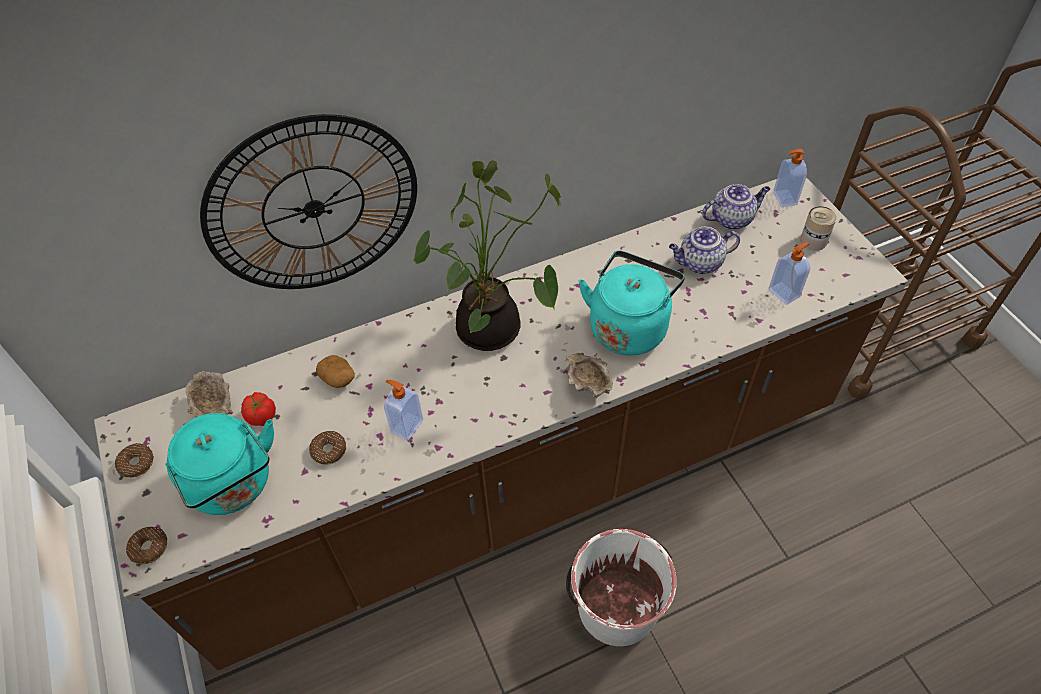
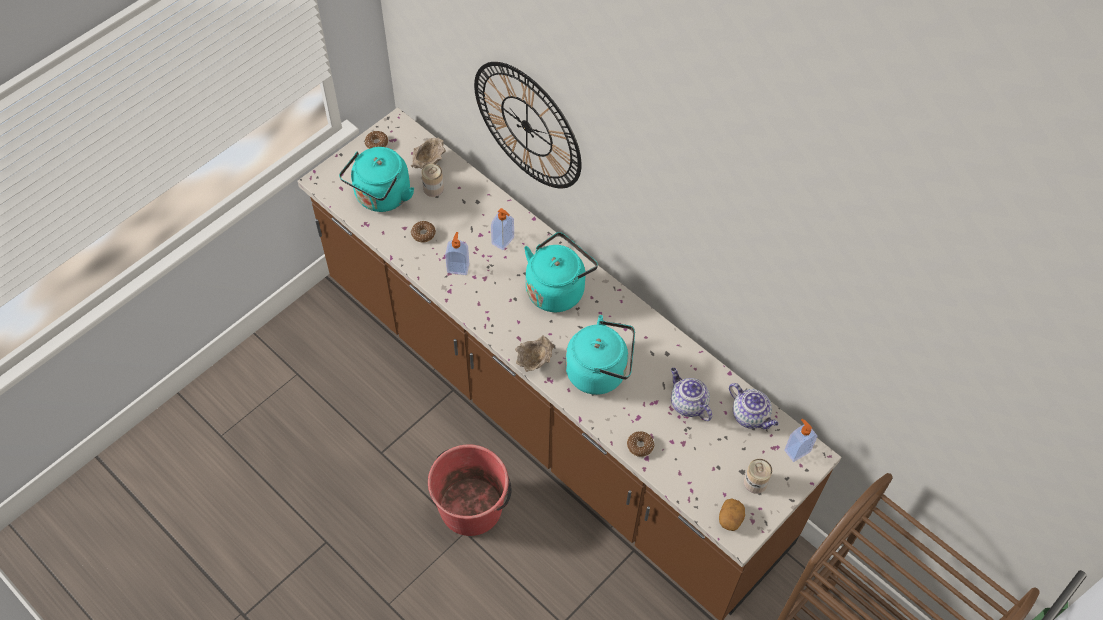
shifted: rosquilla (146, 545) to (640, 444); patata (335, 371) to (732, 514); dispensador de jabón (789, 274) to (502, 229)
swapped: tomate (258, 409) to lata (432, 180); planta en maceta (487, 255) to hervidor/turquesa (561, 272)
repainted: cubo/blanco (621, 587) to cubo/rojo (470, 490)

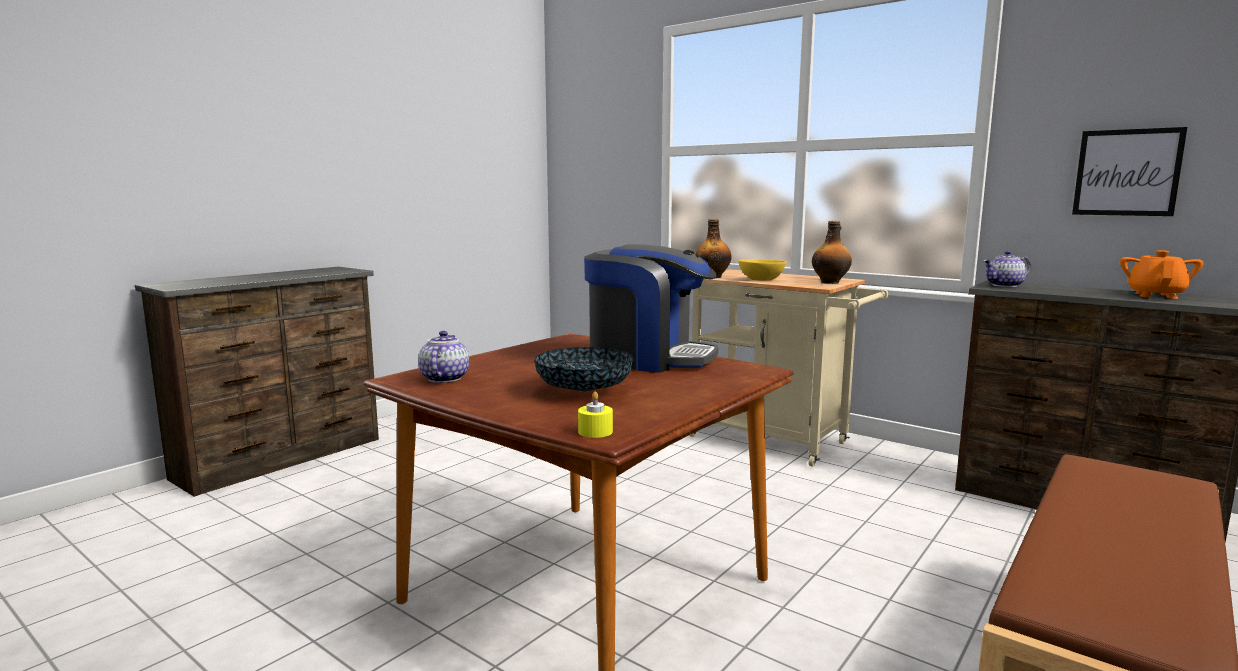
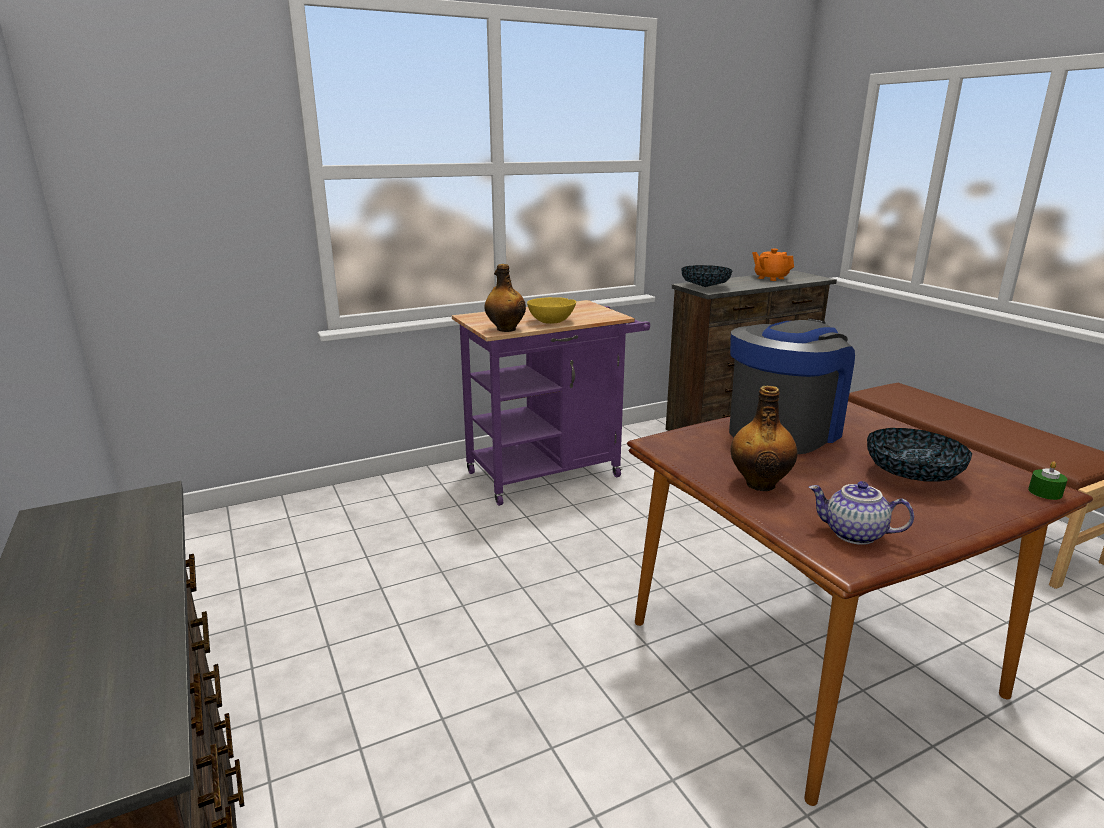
gone: cuadro (1129, 171)
shifted: botella (832, 252) to (764, 438)
swapped: tetera (1007, 269) to cuenco (706, 276)
repainted: vela/amarillo (595, 415) to vela/verde (1048, 480); carrito/beis (788, 368) to carrito/morado (551, 403)

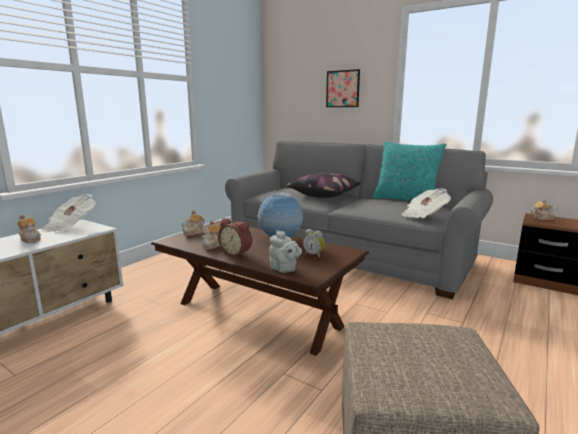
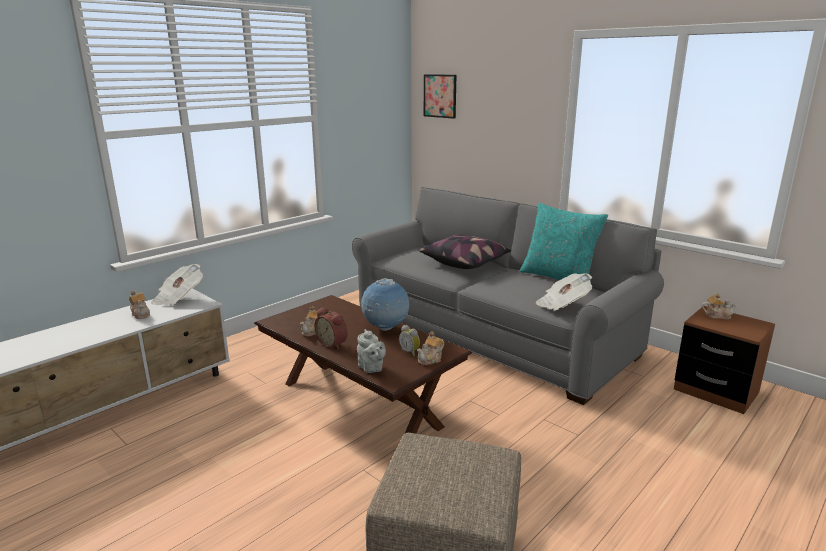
shifted: tetera (193, 223) to (430, 348); cuadro (343, 88) to (440, 96)

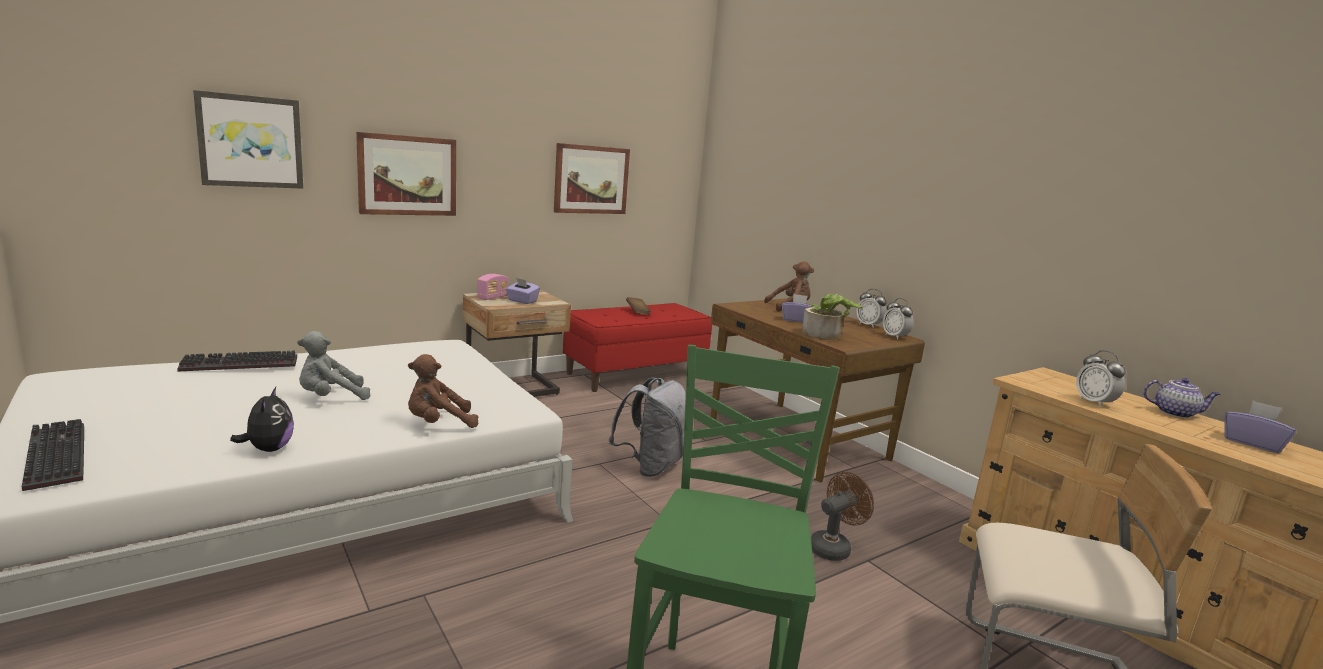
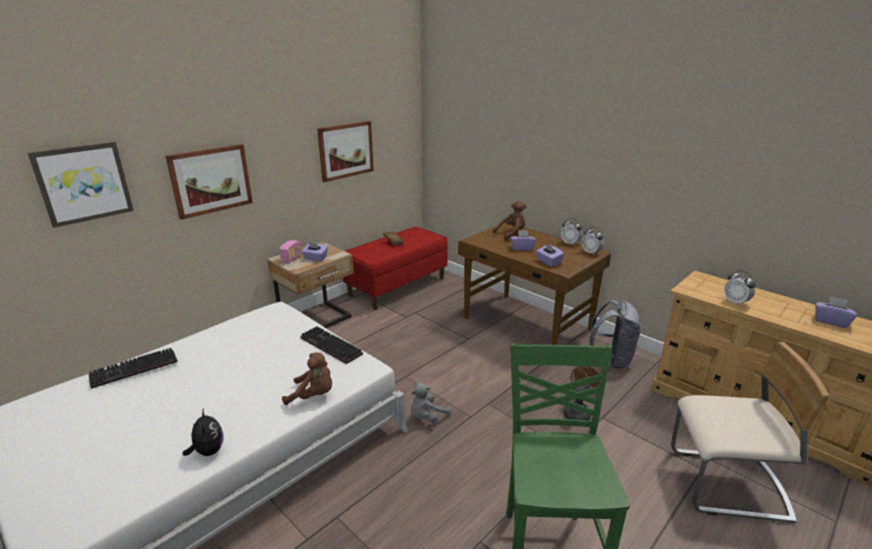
gone: tetera (1182, 398)
shifted: teclado (53, 455) to (332, 345); peluche/gris (333, 365) to (431, 402); mochila/gris (647, 427) to (615, 334)
swapped: planta en maceta (832, 317) to caja de pañuelos/morado (550, 255)
rotated: peluche/marrón (443, 391) = (307, 378) 135 degrees counterclockwise

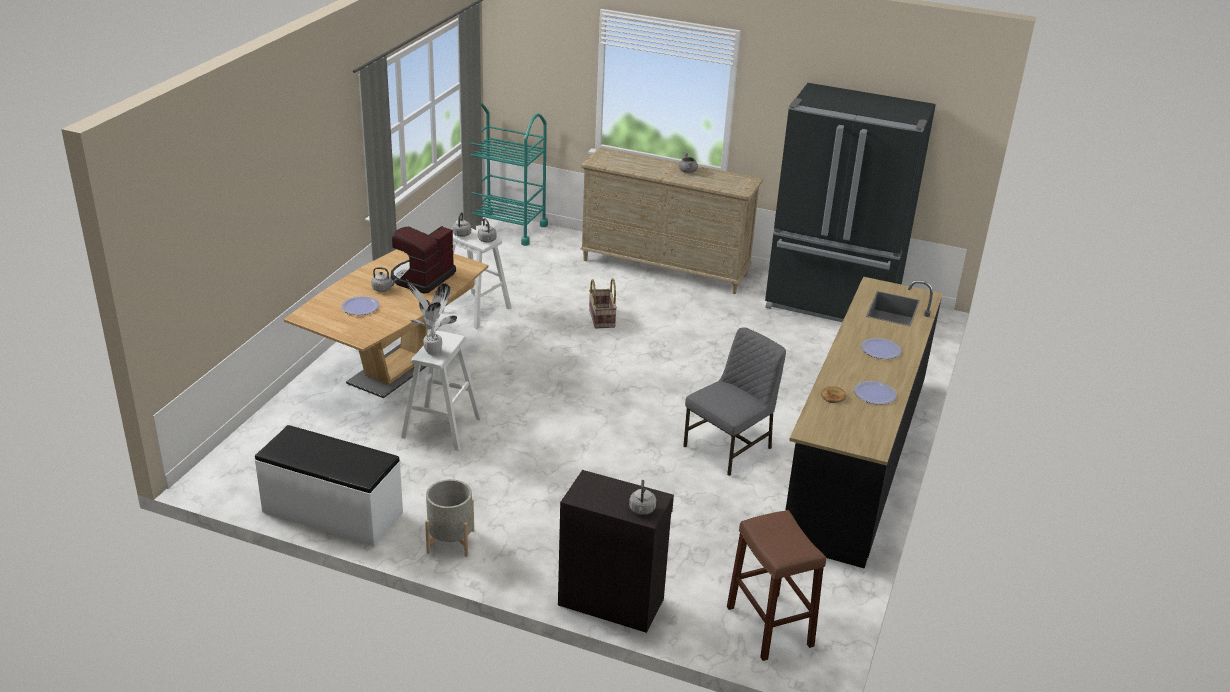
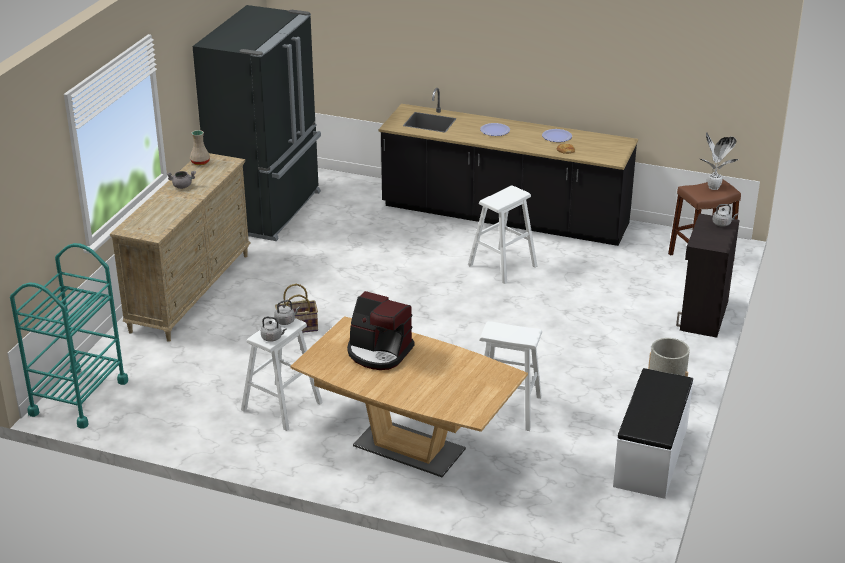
gone: plato (360, 305); hervidor/gris (384, 279)
new: florero/beis (200, 147)
shifted: planta en maceta (431, 317) to (719, 161)
swapped: silla/gris (734, 402) to taburete/blanco (502, 235)

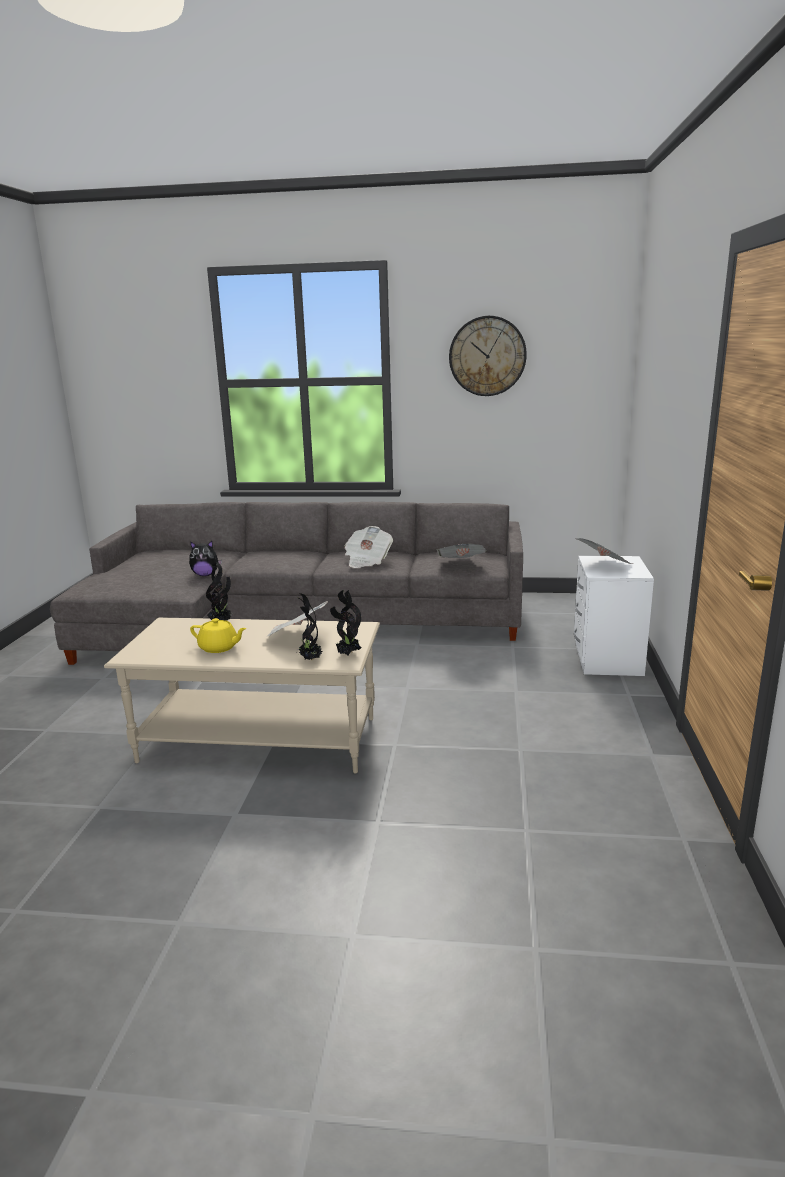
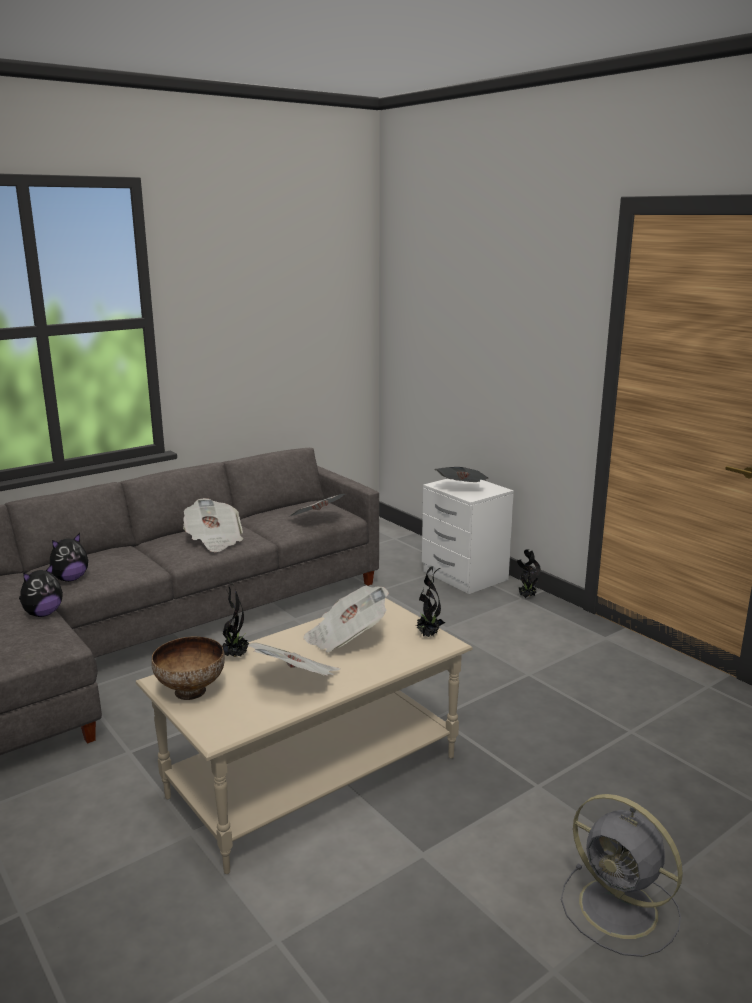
gone: reloj de pared (488, 356)
new: peluche (69, 557); cuenco (188, 668); ventilador/gris (622, 875)
shifted: planta en maceta (309, 626) to (529, 573)
swapped: tetera/amarillo (218, 635) to periódico (294, 659)

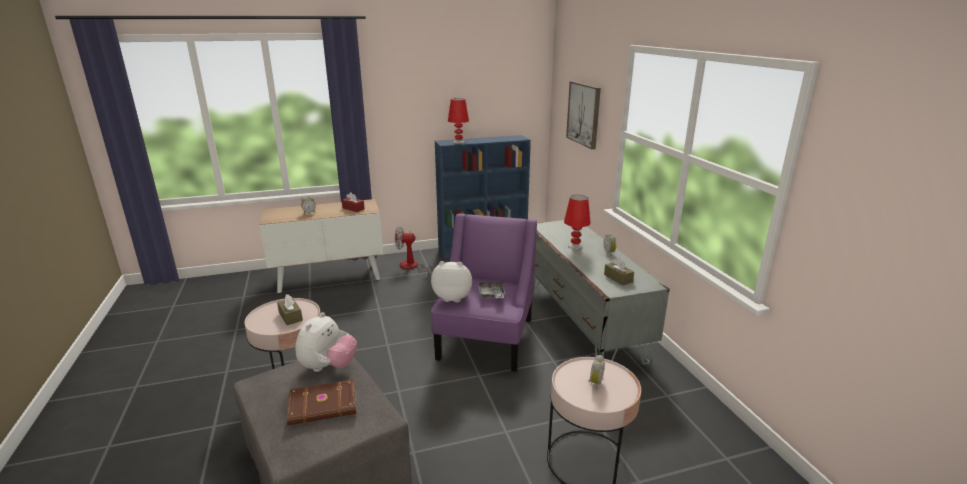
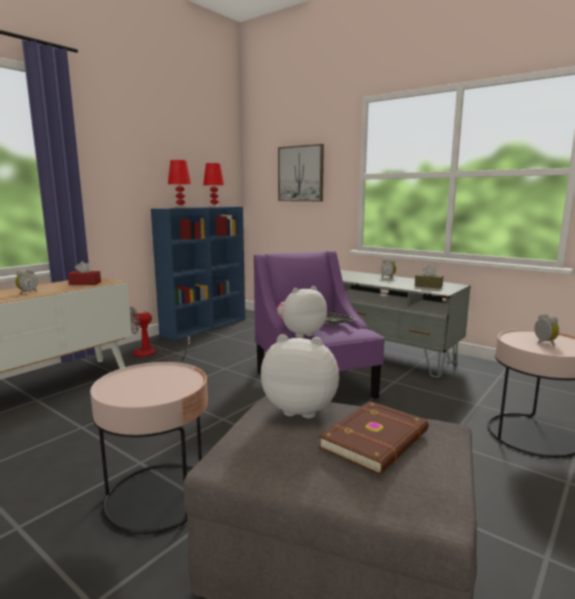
gone: caja de pañuelos/marrón (290, 309)
shifted: lámpara de mesa/rojo (577, 222) to (213, 185)
rotated: peluche (326, 342) = (300, 376) 60 degrees counterclockwise

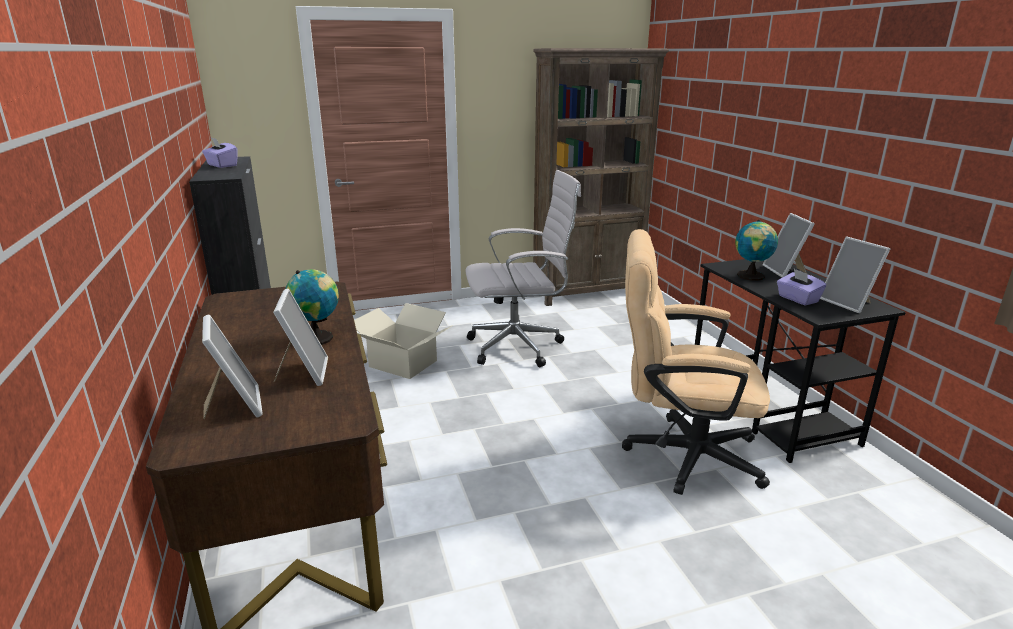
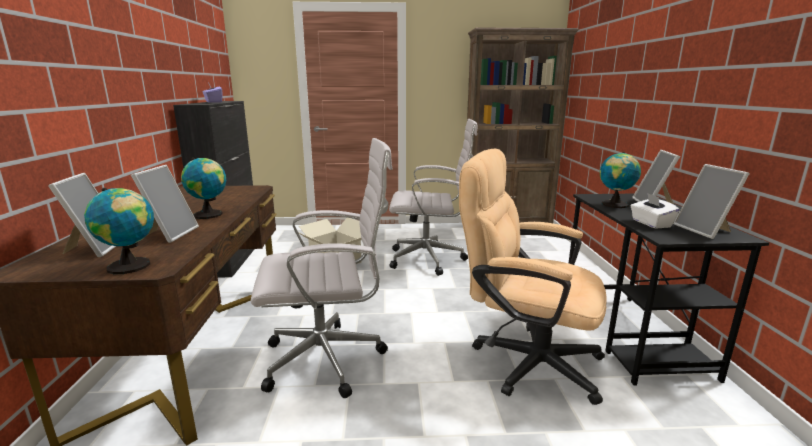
new: globo terráqueo (119, 231); silla de oficina/blanco (321, 268)
repainted: caja de pañuelos/morado (802, 287) to caja de pañuelos/blanco (655, 211)

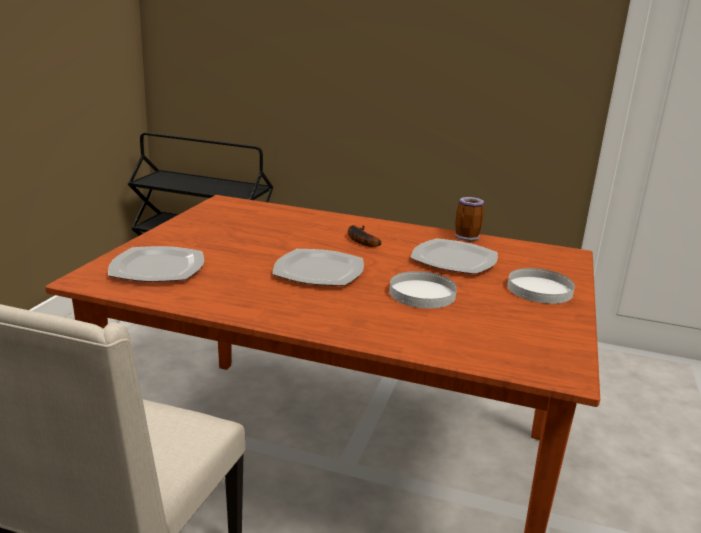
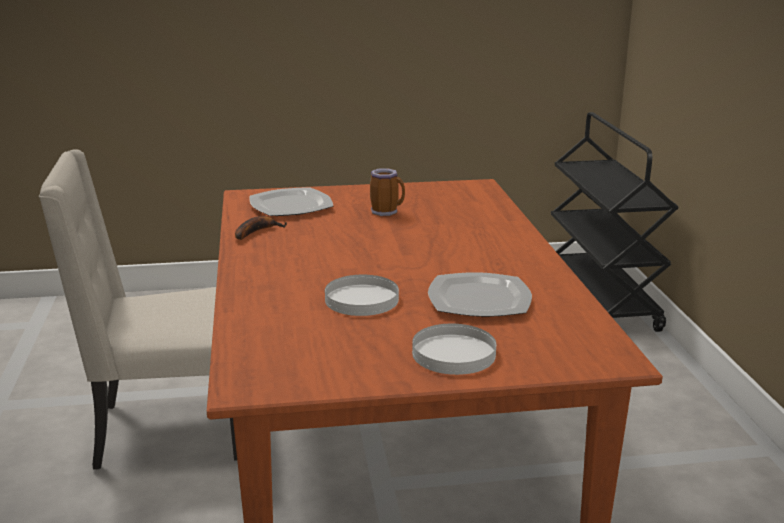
gone: plato (318, 267)
shifted: plátano (365, 236) to (261, 228); taza grande (470, 219) to (387, 192)

